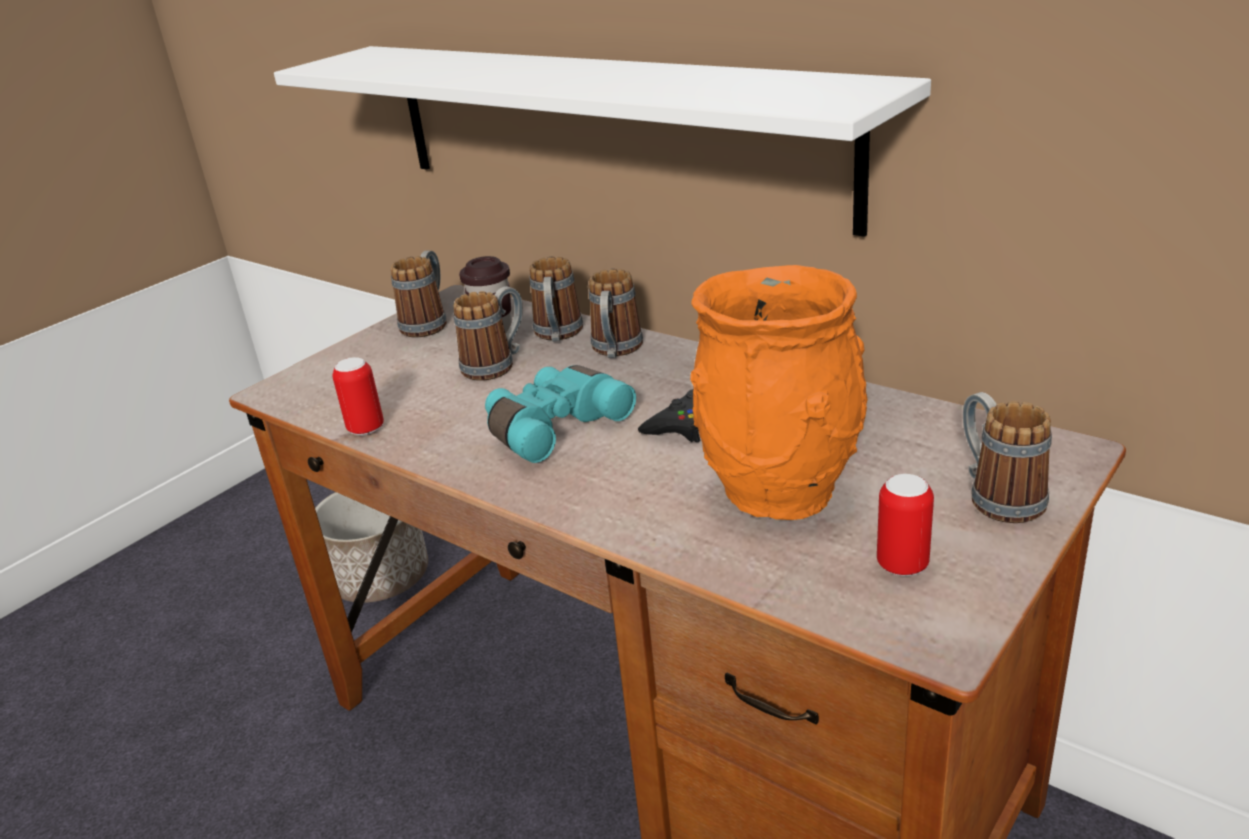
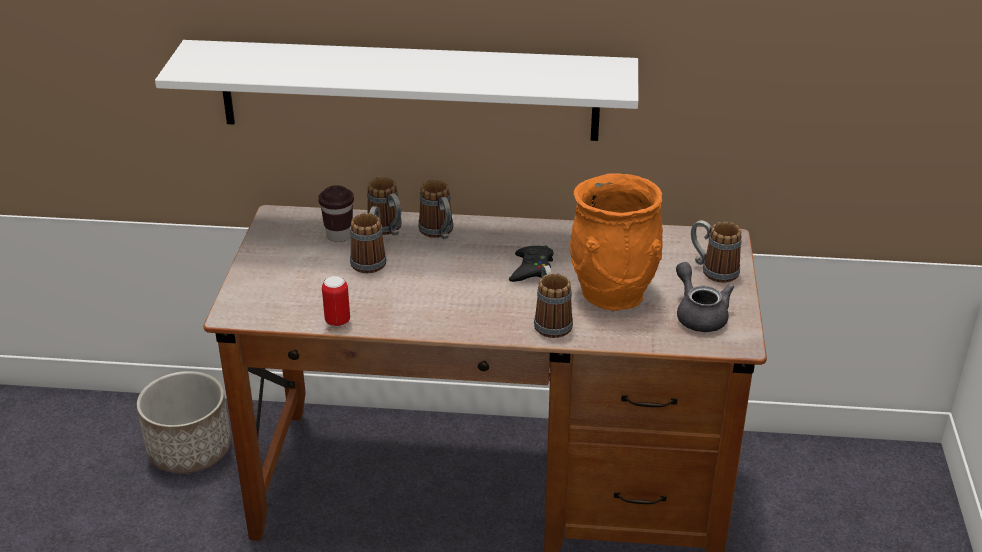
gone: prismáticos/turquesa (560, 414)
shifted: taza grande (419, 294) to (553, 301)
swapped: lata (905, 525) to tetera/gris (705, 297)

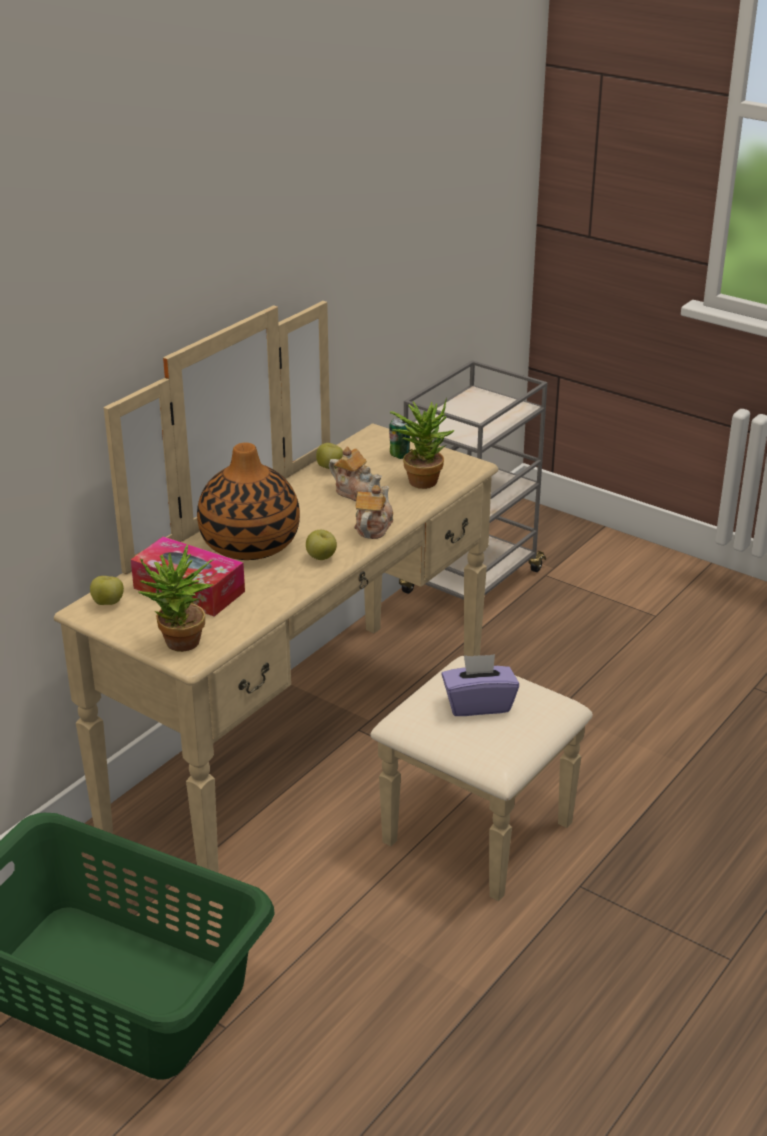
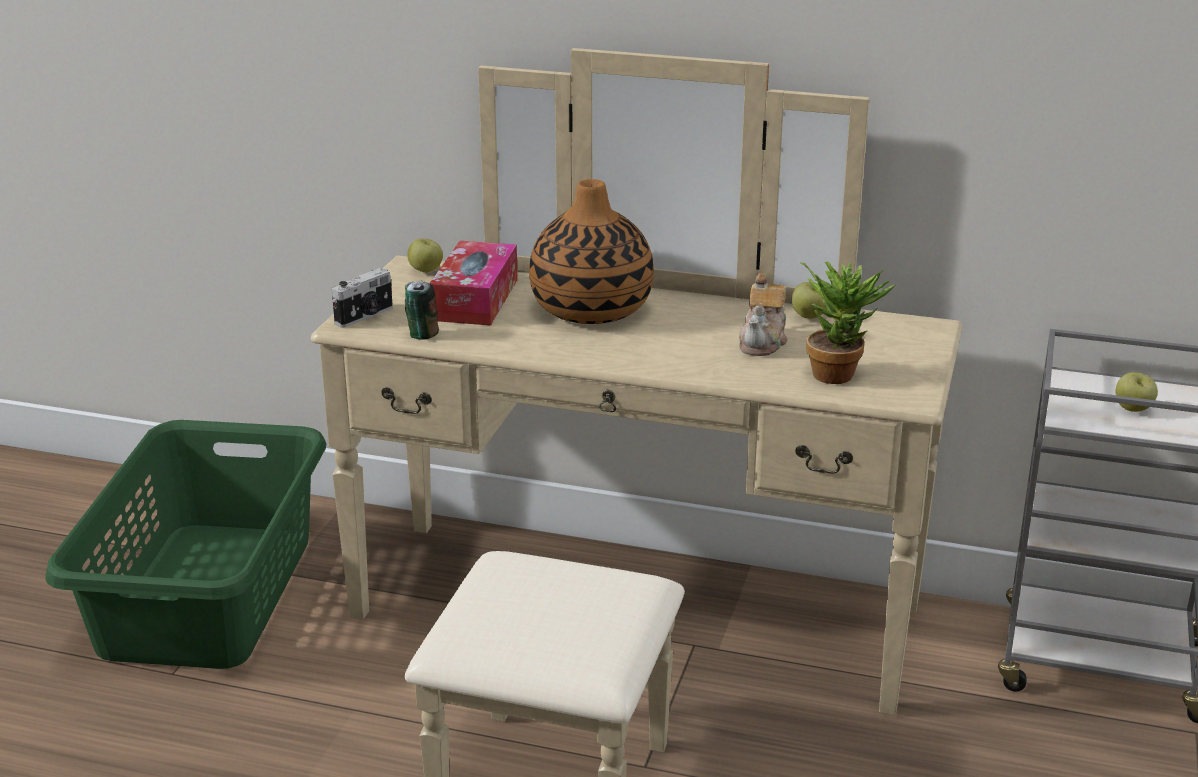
gone: tetera (373, 512); caja de pañuelos/morado (480, 685)
shifted: manzana (321, 545) to (1136, 392); lata (399, 438) to (422, 310)
swapped: planta en maceta (176, 598) to cámara (362, 298)

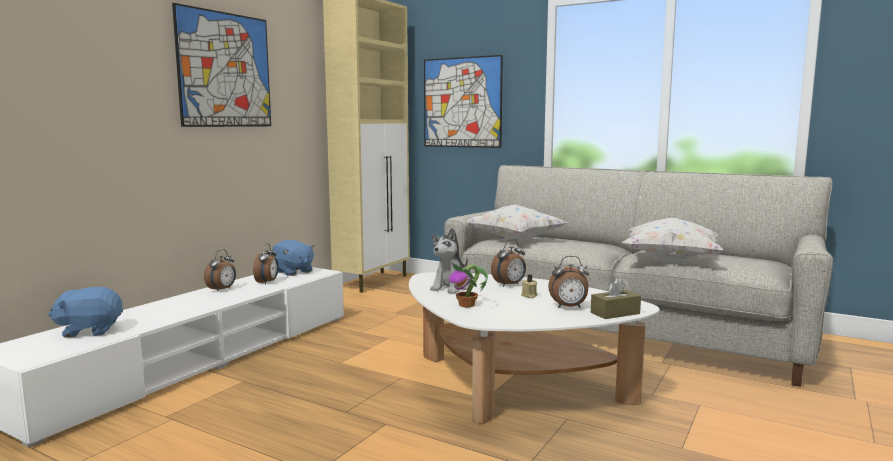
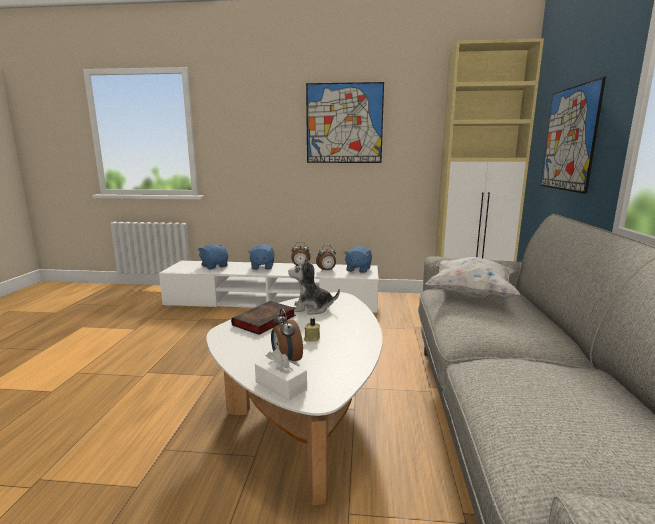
gone: despertador (508, 263); cojín/blanco (673, 239)
new: peluche/azul (261, 257)
swapped: planta en maceta (468, 285) to libro (263, 318)
repainted: caja de pañuelos/marrón (616, 298) to caja de pañuelos/blanco (281, 374)

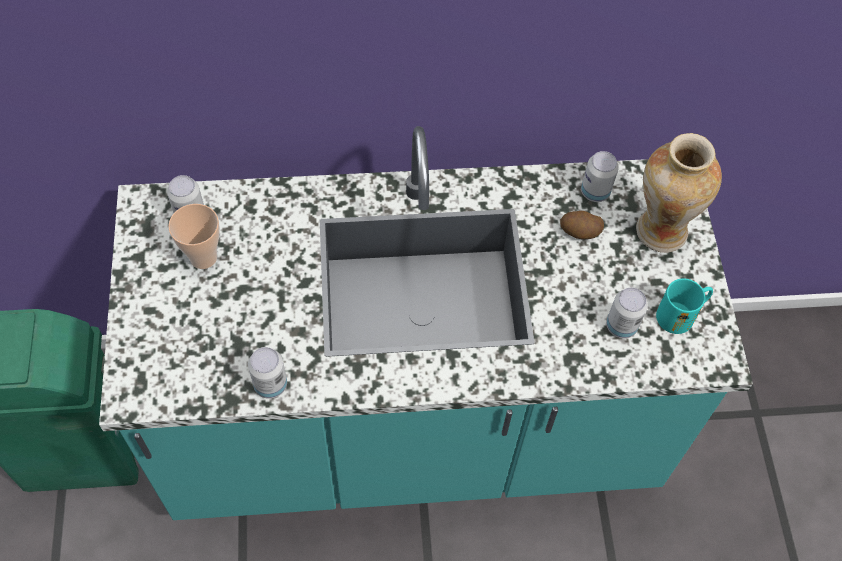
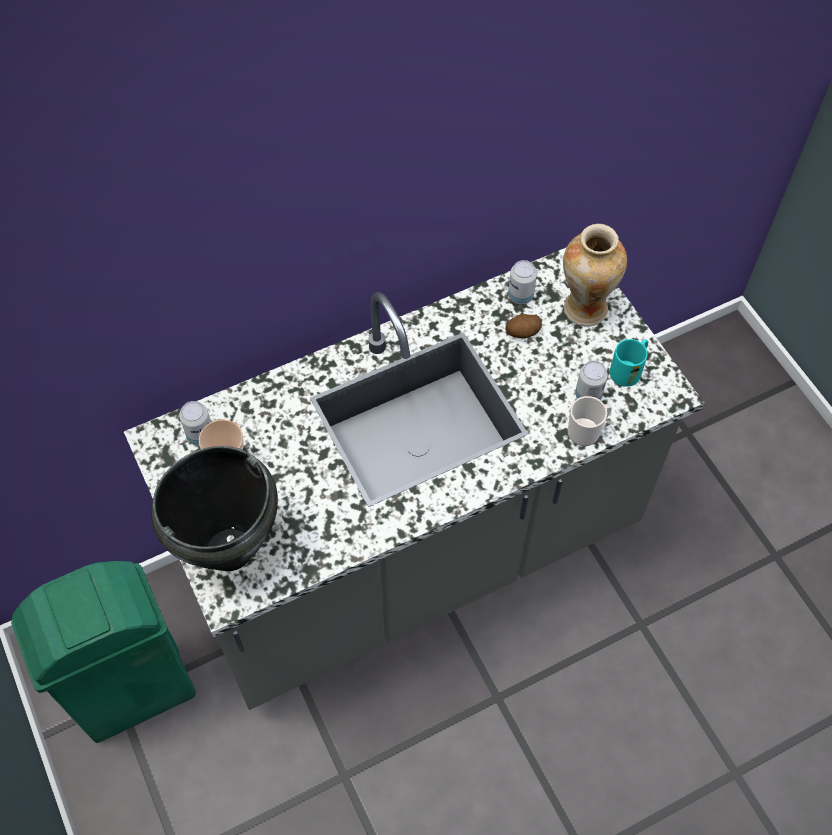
gone: lata (267, 373)
new: olla/negro (214, 508); taza grande (590, 421)
repainted: mueble bajo de cocina/turquesa (426, 323) to mueble bajo de cocina/gris (414, 478)

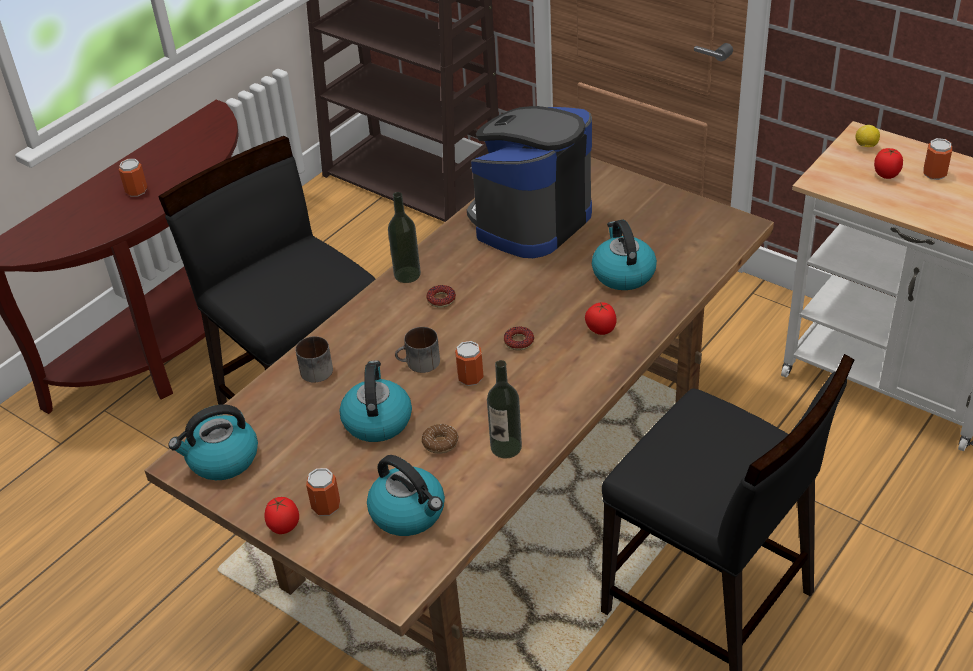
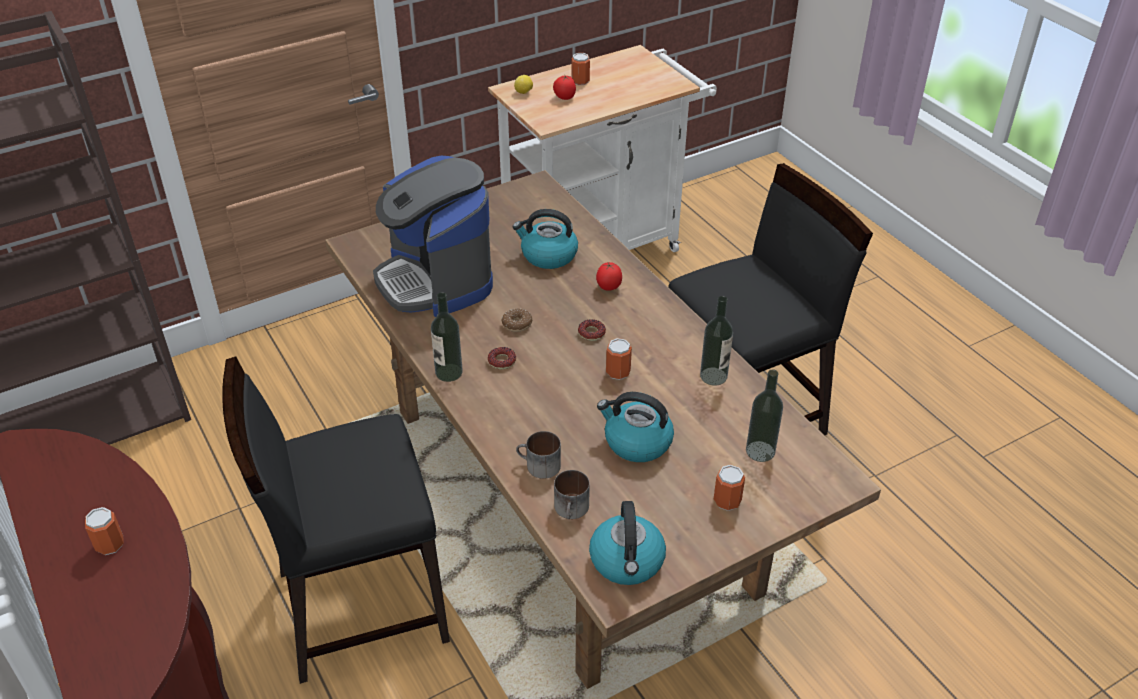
gone: tomate (281, 515)
shifted: taza grande (417, 350) to (572, 494); rosquilla (440, 439) to (516, 320)
swapped: hervidor (406, 495) to botella (764, 415)

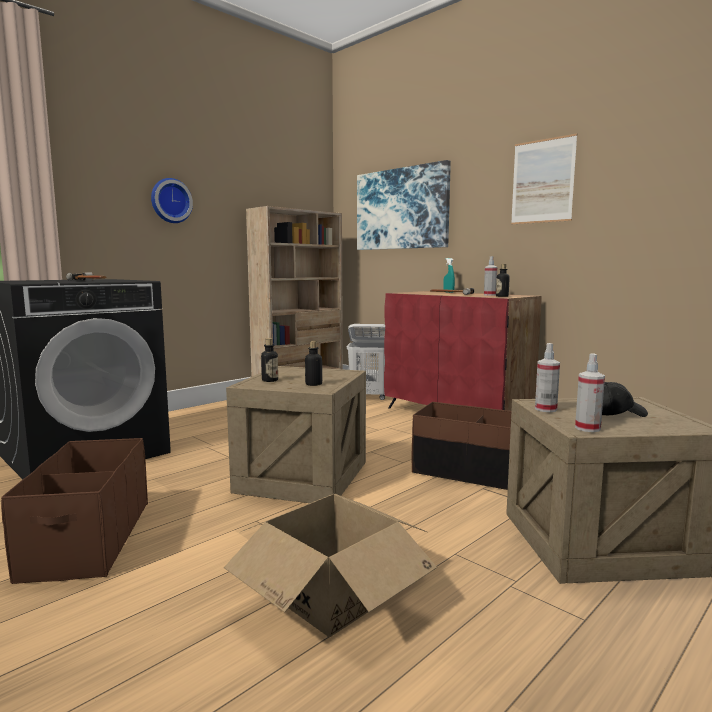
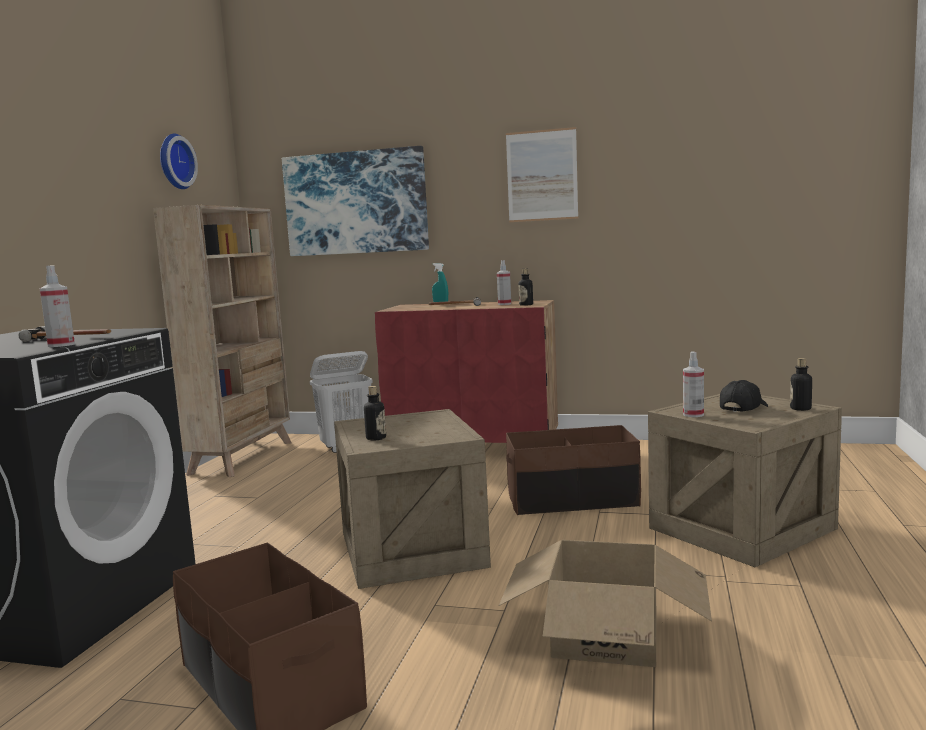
shifted: reloj de pared (172, 200) to (179, 161); botella (314, 363) to (801, 384); pulverizador (590, 392) to (57, 306)

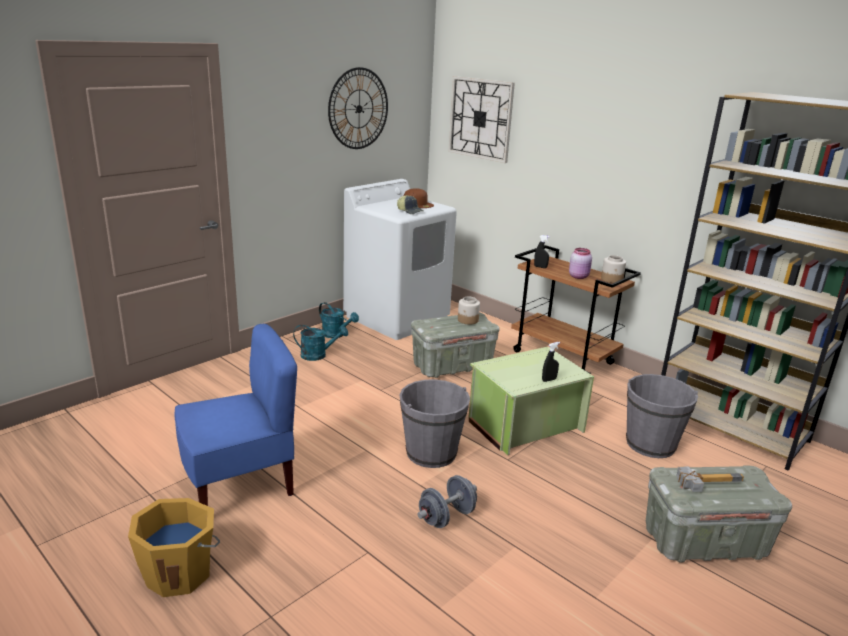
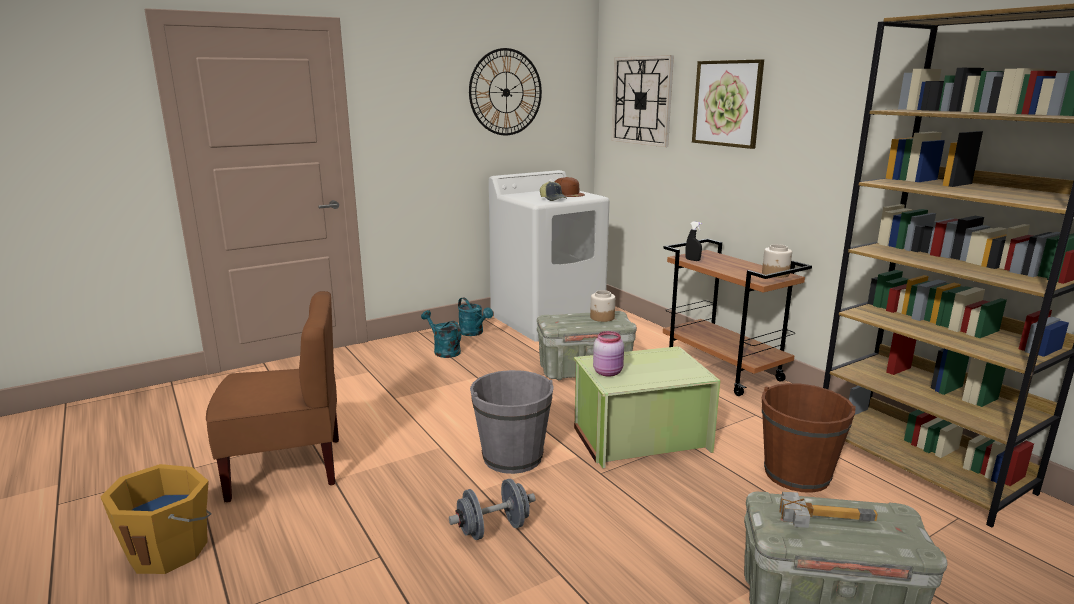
gone: pulverizador/negro (551, 362)
new: cuadro (728, 104)
shifted: tarro/rosa (580, 263) to (608, 354)
repainted: silla/azul (235, 415) to silla/marrón (272, 397); cubo/gris (662, 416) to cubo/marrón (809, 438)
rotated: regadera/turquesa (320, 343) = (441, 334) 150 degrees counterclockwise

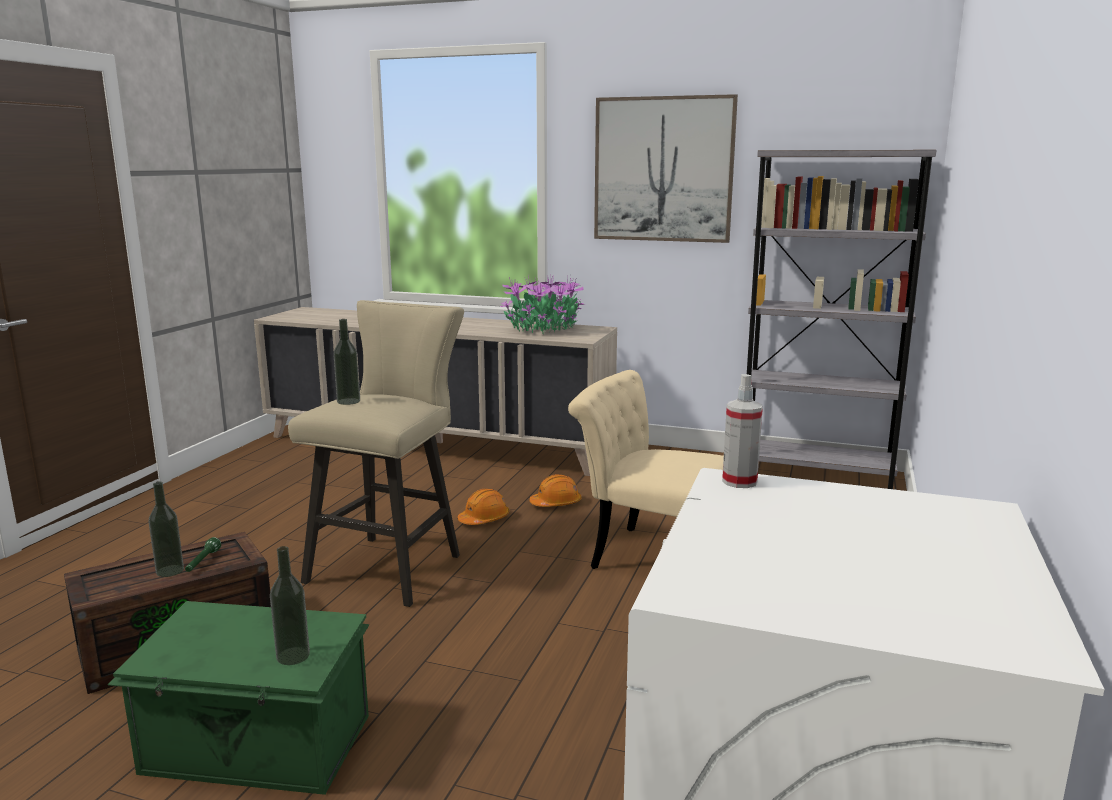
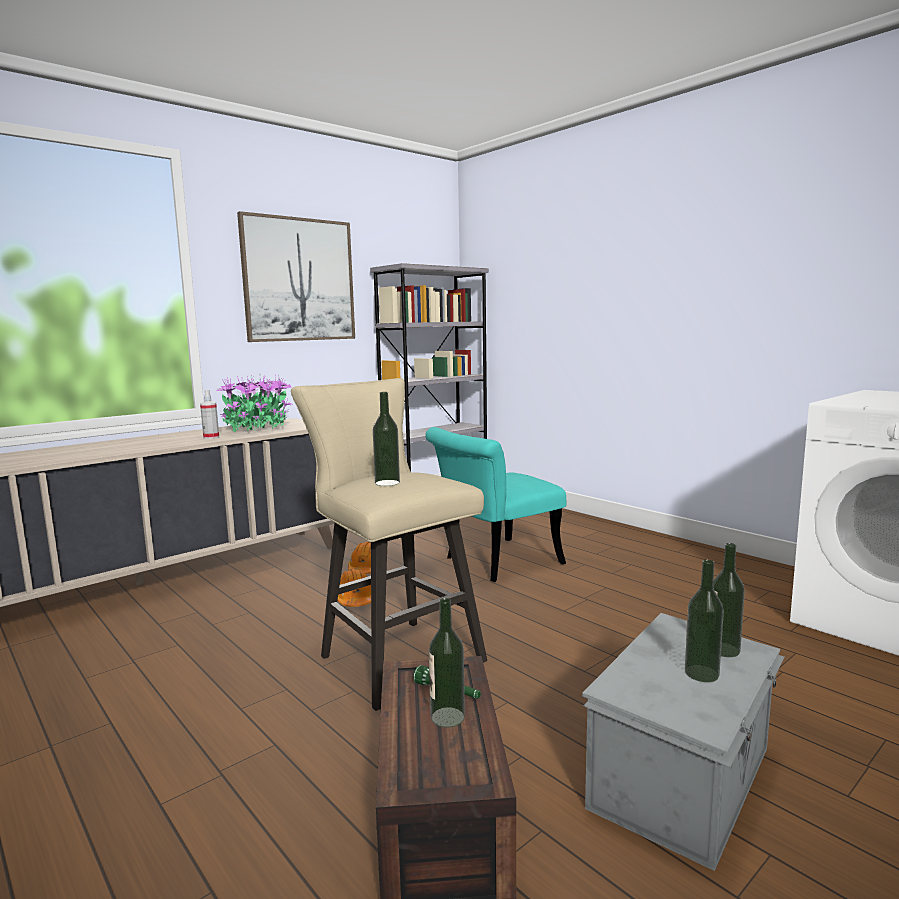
new: botella (704, 620)
shifted: pulverizador (742, 431) to (209, 414)
repainted: caja de almacenaje/verde (238, 698) to caja de almacenaje/gris (683, 742); silla/beis (646, 469) to silla/turquesa (495, 504)

